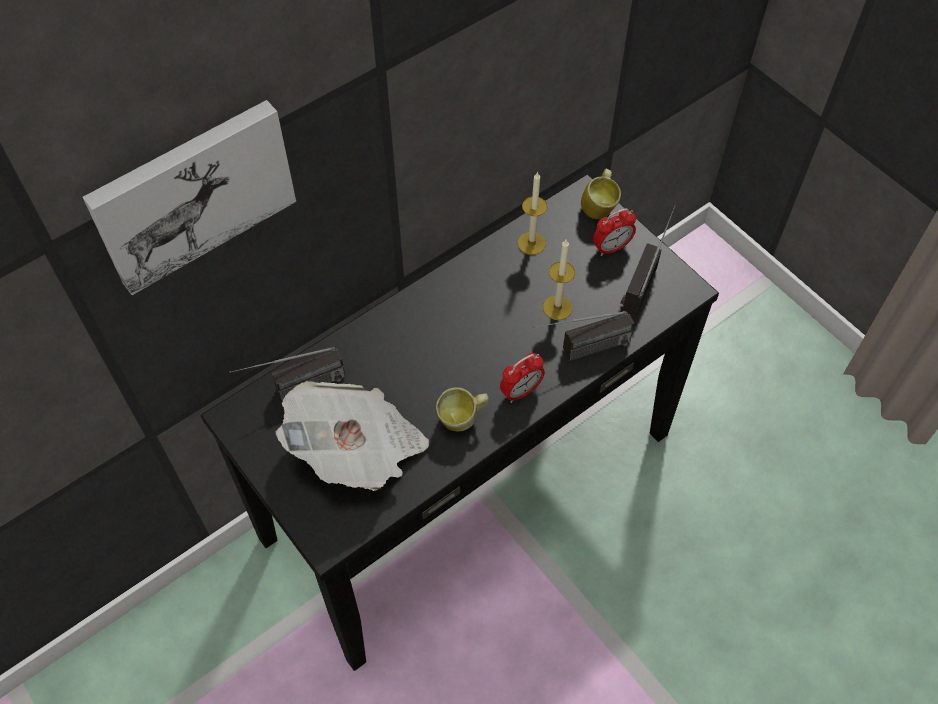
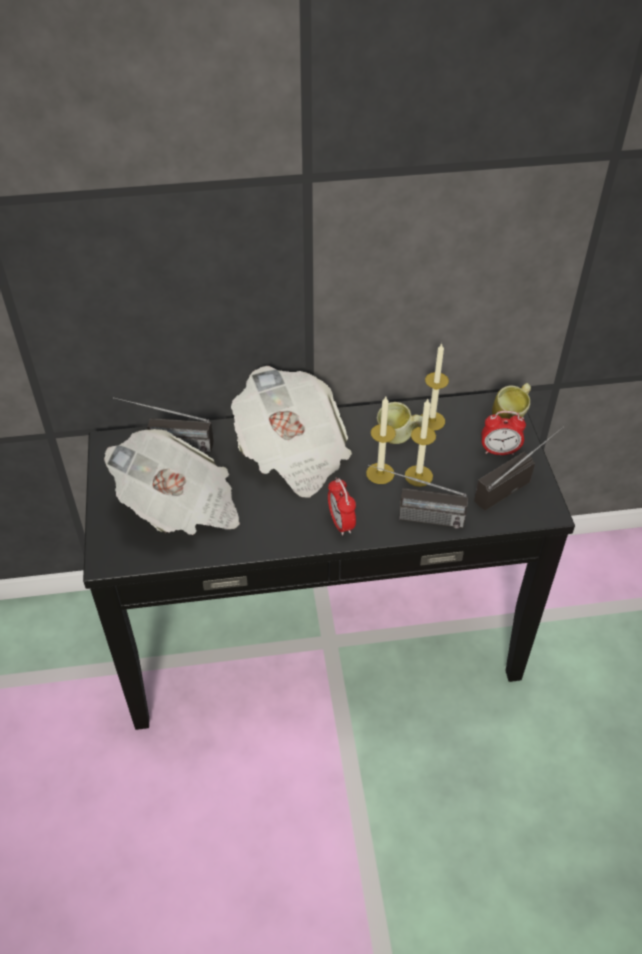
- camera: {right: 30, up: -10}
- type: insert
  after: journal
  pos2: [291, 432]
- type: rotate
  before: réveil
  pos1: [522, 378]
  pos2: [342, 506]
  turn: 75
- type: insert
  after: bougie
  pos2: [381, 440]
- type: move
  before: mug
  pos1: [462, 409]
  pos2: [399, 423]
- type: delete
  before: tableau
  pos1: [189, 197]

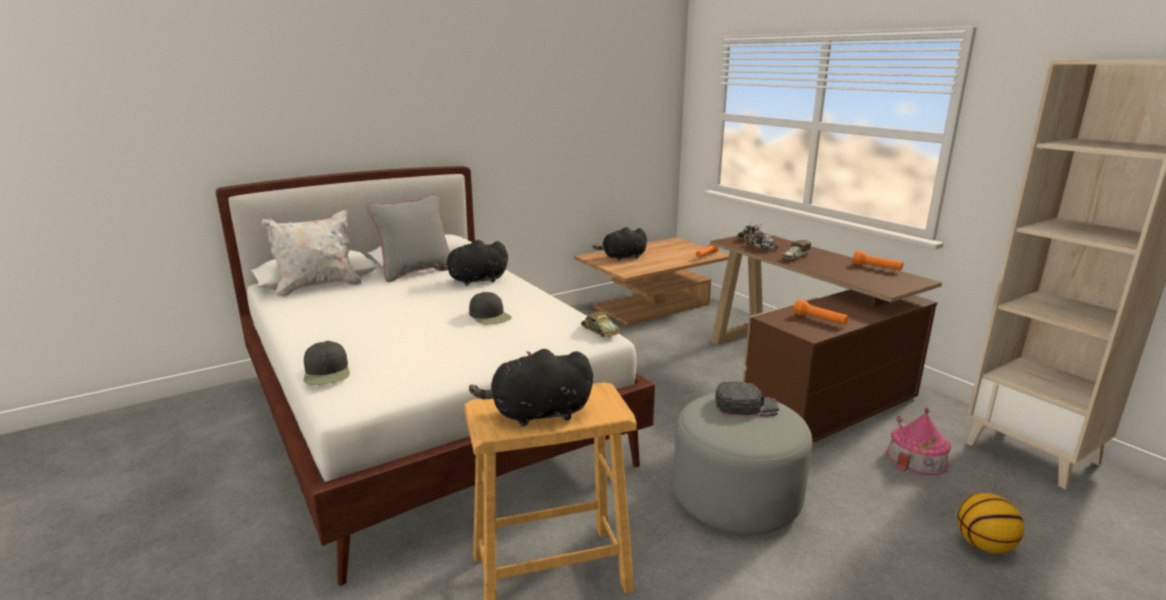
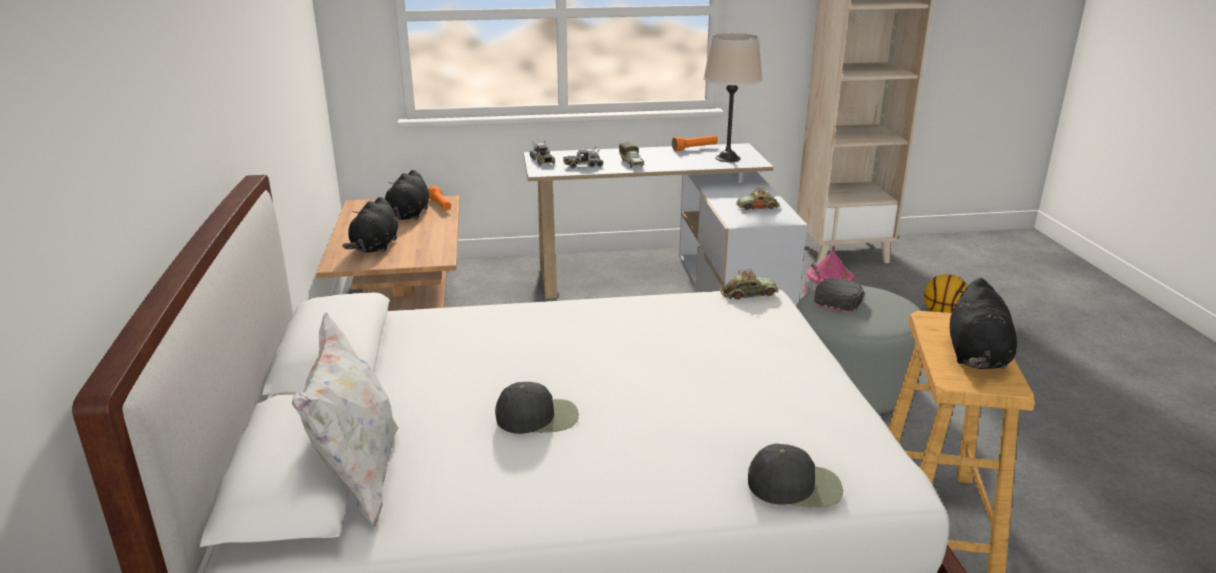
- camera: {right: -65, up: 5}
- type: move
  before: peluche (noir)
  pos1: [470, 263]
  pos2: [407, 195]
- type: move
  before: casquette (noir)
  pos1: [490, 308]
  pos2: [537, 408]
- type: recolor
  before: bureau (marron)
  after: bureau (blanc)
  pos1: [826, 337]
  pos2: [665, 224]
- type: insert
  after: lampe de table (beige)
  pos2: [732, 97]
- type: replace
  before: lampe de poche (orange)
  after: petite voiture
  pos1: [821, 312]
  pos2: [758, 199]
- type: delete
  before: coussin (gris)
  pos1: [408, 237]

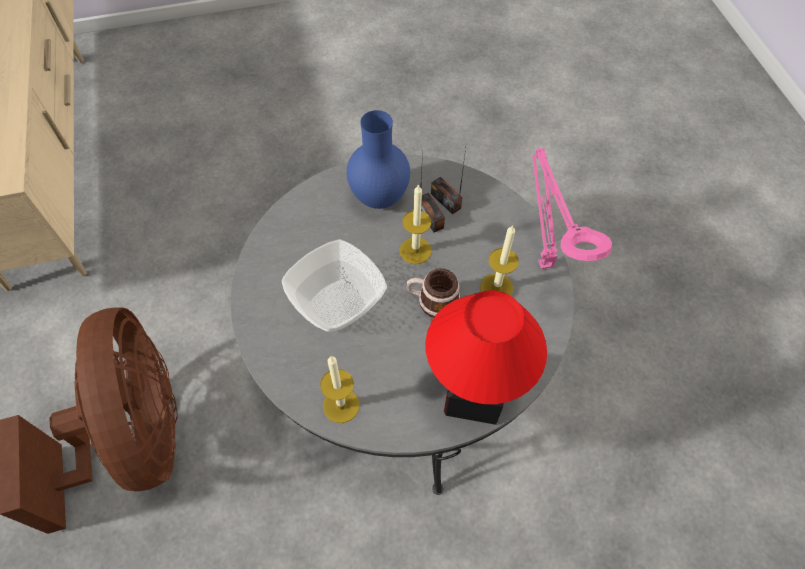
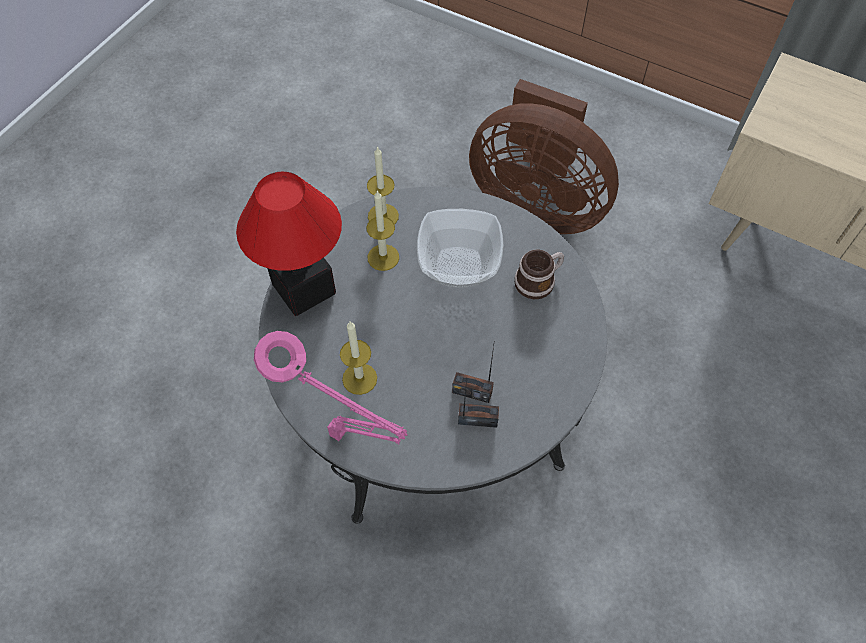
- camera: {right: 135, up: 0}
- type: move
  before: bougie
  pos1: [416, 224]
  pos2: [382, 230]
- type: move
  before: mug
  pos1: [433, 293]
  pos2: [539, 274]
- type: delete
  before: vase (bleu)
  pos1: [378, 159]

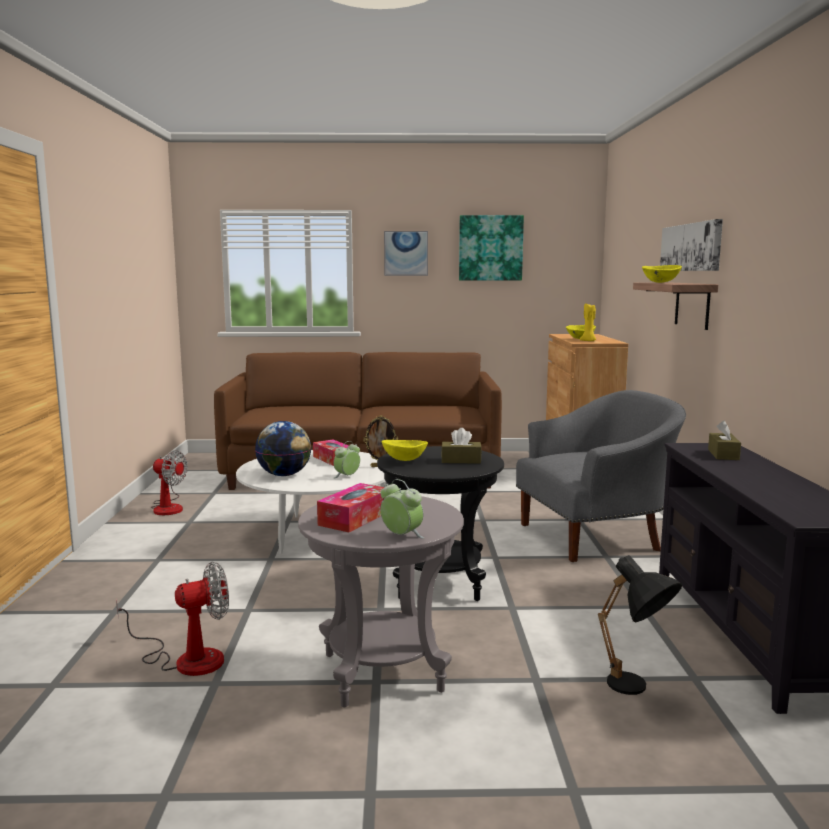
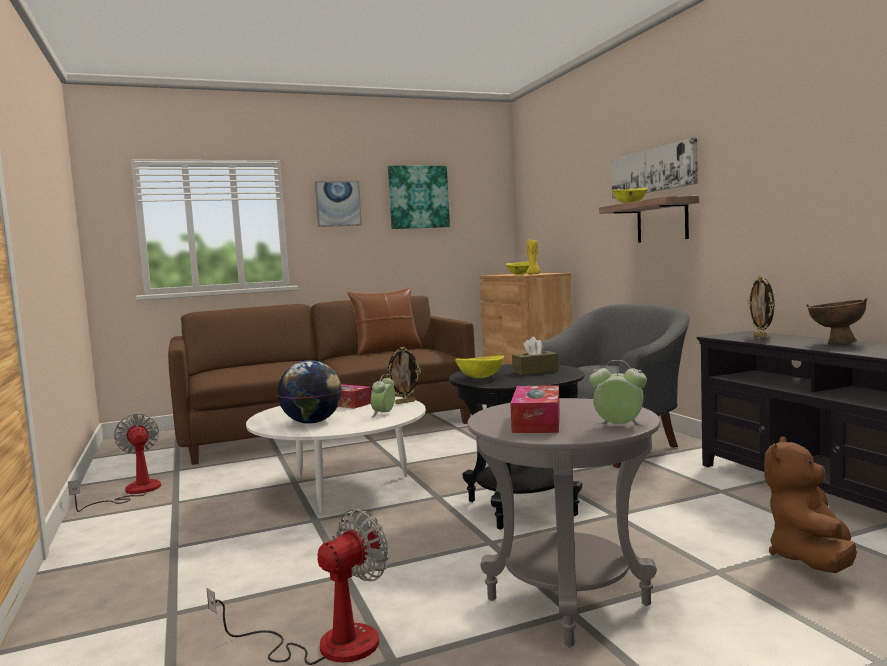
- camera: {right: -20, up: -5}
- type: rotate
  before: ventilateur
  pos1: [169, 482]
  pos2: [114, 463]
  turn: -120
- type: insert
  after: coussin (marron)
  pos2: [384, 321]
- type: replace
  before: boîte à mouchoirs (marron)
  after: cadre photo
  pos1: [724, 440]
  pos2: [761, 307]
- type: replace
  before: lampe de table (noir)
  after: peluche (marron)
  pos1: [640, 625]
  pos2: [810, 505]
- type: insert
  after: bol (marron)
  pos2: [836, 321]

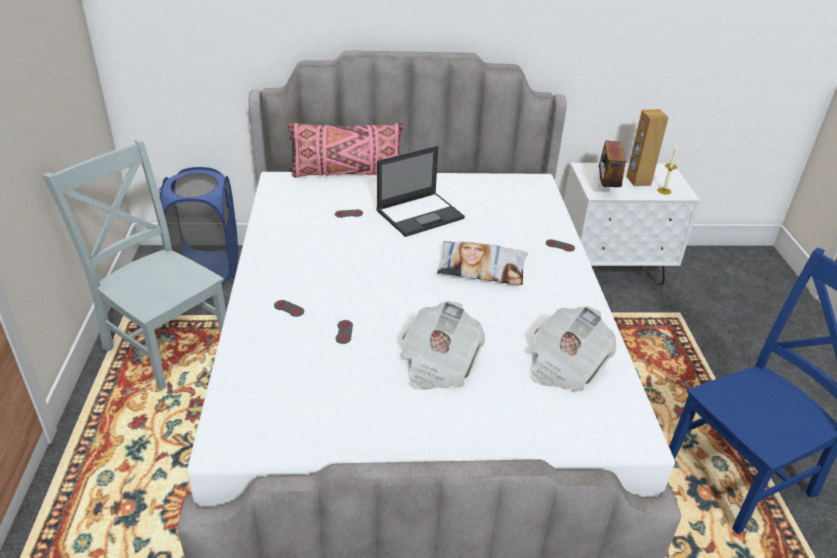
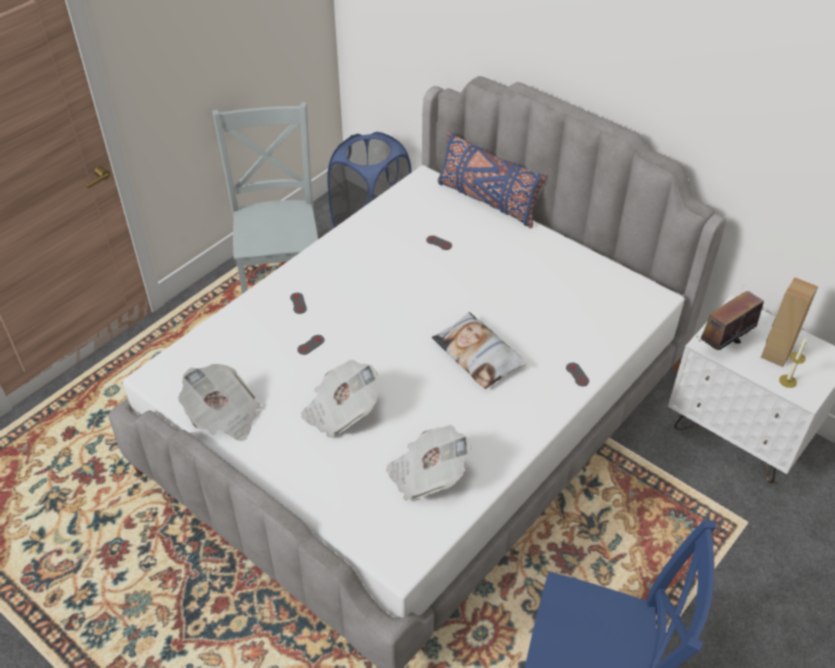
- camera: {right: 45, up: 10}
- type: insert
  after: journal
  pos2: [219, 402]
- type: recolor
  before: coussin (rose)
  after: coussin (bleu)
  pos1: [345, 150]
  pos2: [493, 180]
- type: delete
  before: ordinateur portable
  pos1: [420, 191]

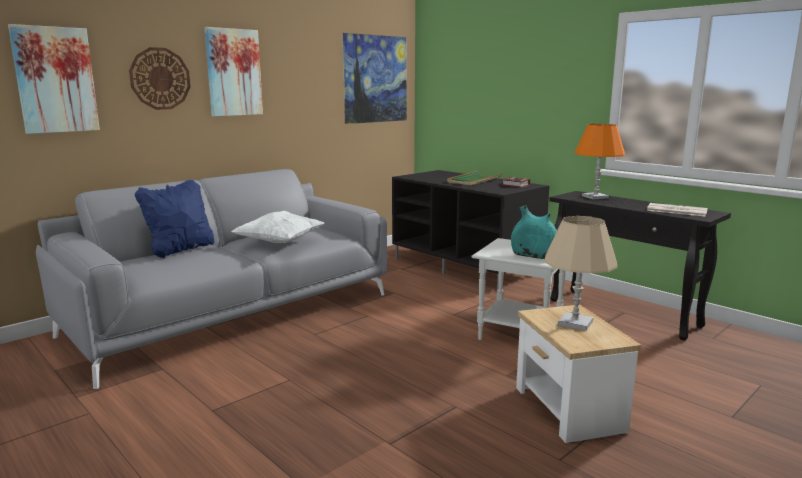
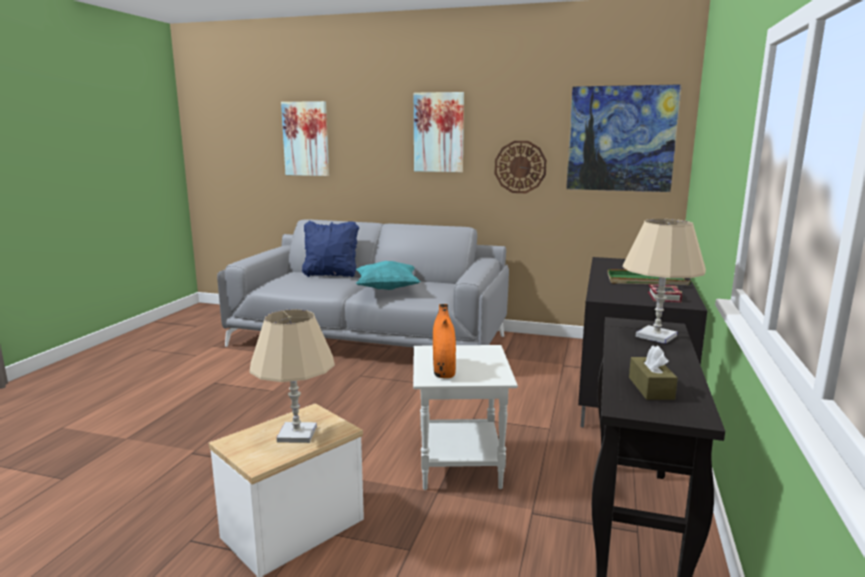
- camera: {right: 60, up: 0}
- type: recolor
  before: coussin (blanc)
  after: coussin (turquoise)
  pos1: [277, 227]
  pos2: [388, 275]
- type: recolor
  before: vase (turquoise)
  after: vase (orange)
  pos1: [534, 232]
  pos2: [444, 341]
- type: move
  before: horloge murale
  pos1: [160, 78]
  pos2: [521, 167]
- type: recolor
  before: lampe de table (orange)
  after: lampe de table (beige)
  pos1: [600, 161]
  pos2: [664, 281]
- type: replace
  before: journal
  after: boîte à mouchoirs (marron)
  pos1: [677, 209]
  pos2: [653, 372]

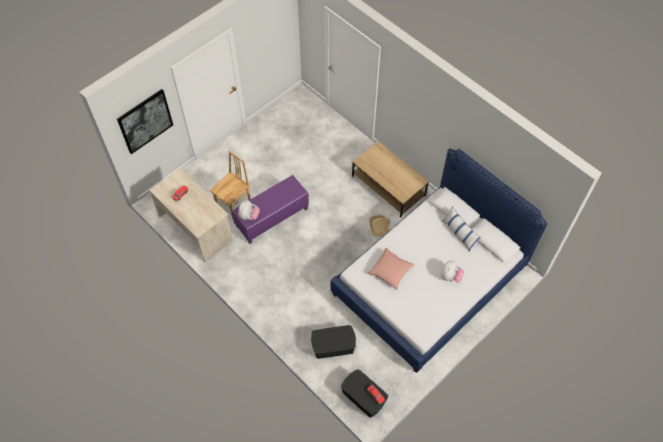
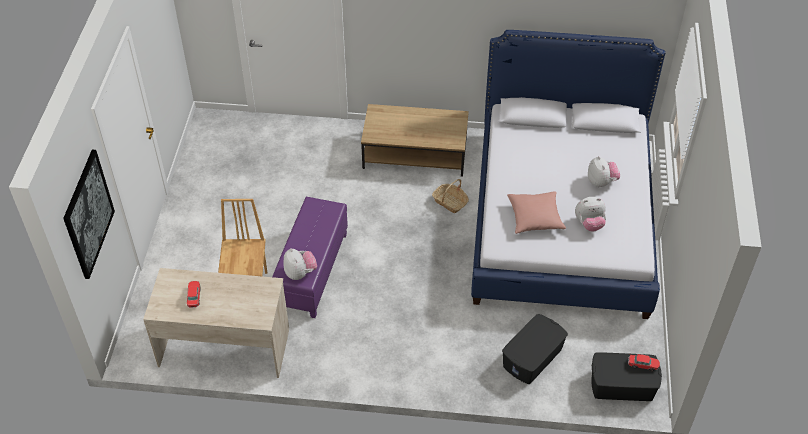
- camera: {right: -40, up: -10}
- type: insert
  after: peluche
  pos2: [590, 214]
- type: delete
  before: coussin
  pos1: [461, 229]

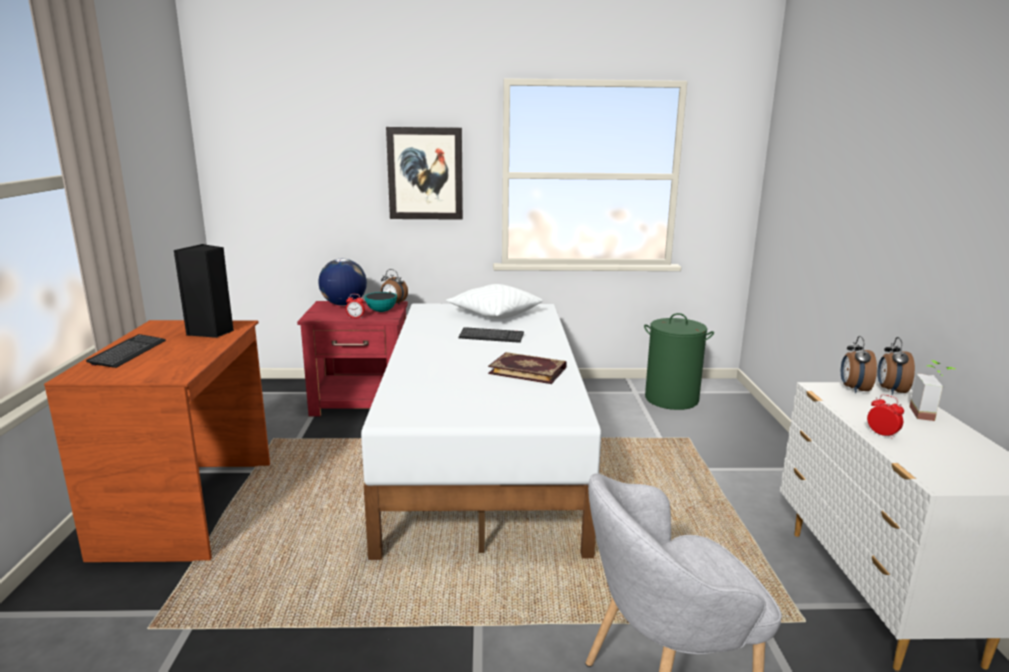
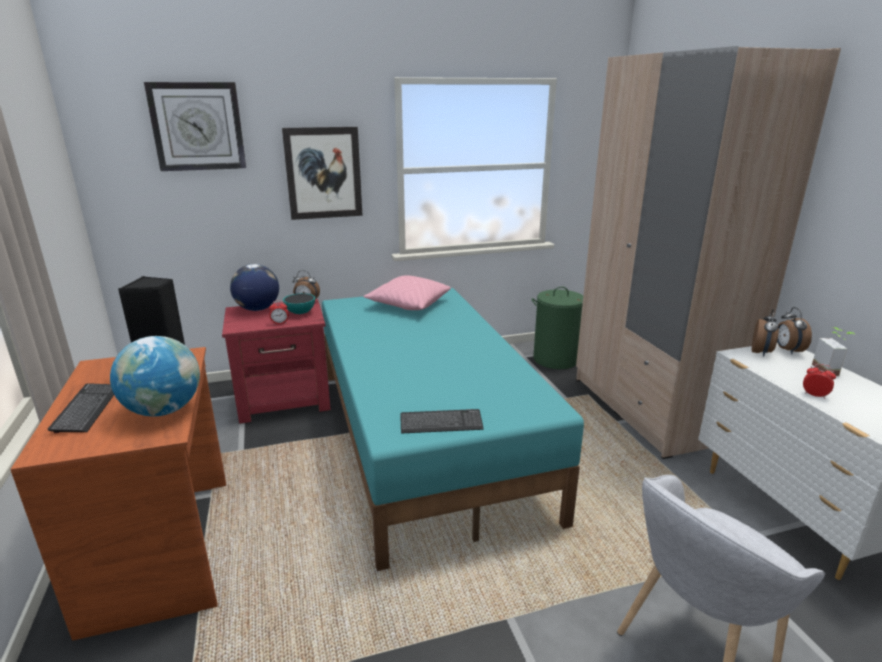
- camera: {right: -15, up: 5}
- type: insert
  after: globe
  pos2: [155, 376]
- type: insert
  after: horloge murale
  pos2: [195, 126]
- type: recolor
  before: lit (blanc)
  after: lit (turquoise)
  pos1: [481, 432]
  pos2: [453, 429]
- type: recolor
  before: coussin (blanc)
  after: coussin (rose)
  pos1: [494, 301]
  pos2: [407, 292]
- type: move
  before: clavier
  pos1: [491, 335]
  pos2: [442, 421]
- type: insert
  after: armoire (beige)
  pos2: [708, 252]
- type: rotate
  before: réveil
  pos1: [859, 364]
  pos2: [765, 333]
  turn: -150
- type: delete
  before: livre
  pos1: [527, 368]

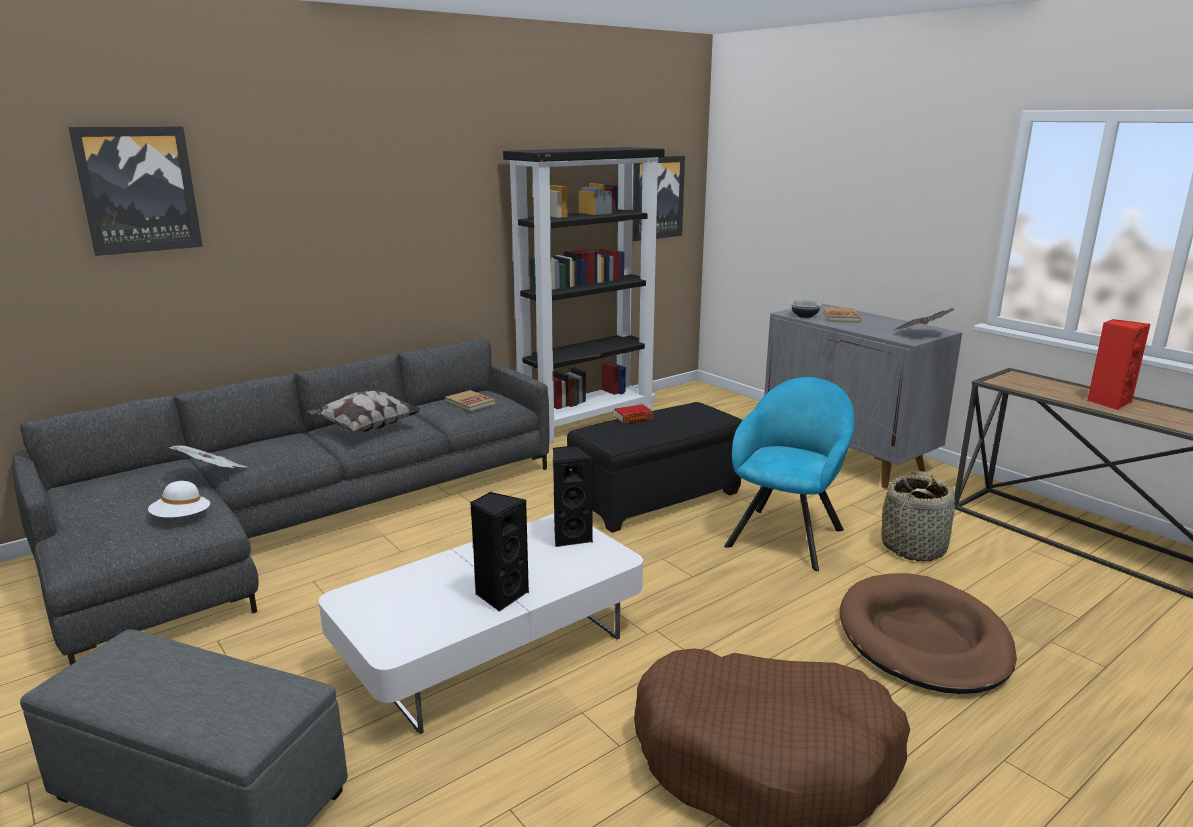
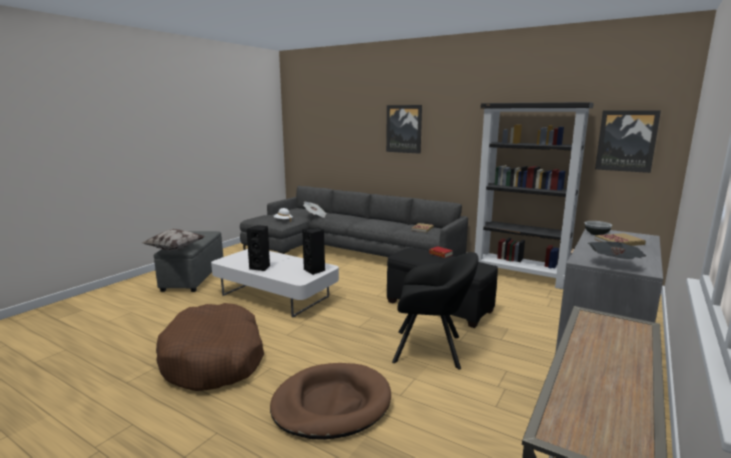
- camera: {right: 70, up: -5}
- type: move
  before: coussin
  pos1: [364, 411]
  pos2: [173, 240]
- type: move
  before: tableau
  pos1: [136, 191]
  pos2: [404, 129]
- type: recolor
  before: fauteuil (turquoise)
  after: fauteuil (noir)
  pos1: [789, 474]
  pos2: [435, 311]
- type: delete
  before: panier
  pos1: [918, 516]
- type: delete
  before: enceinte (rouge)
  pos1: [1118, 364]

